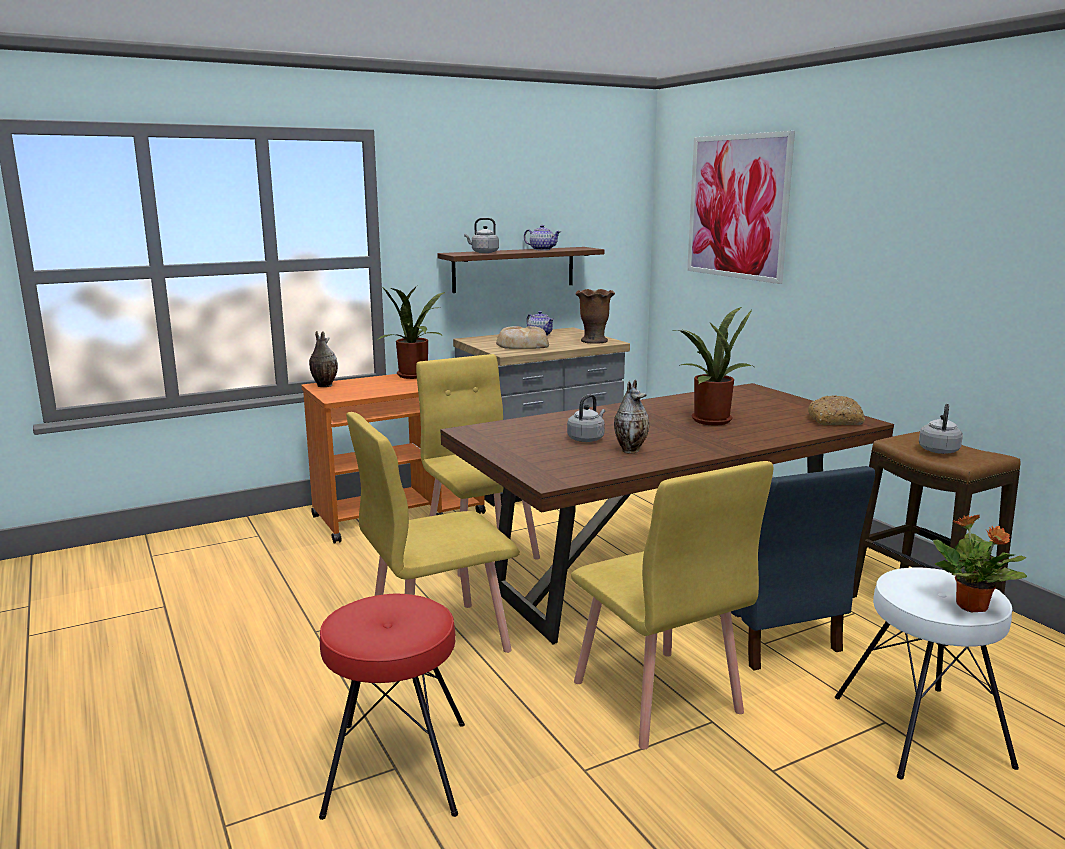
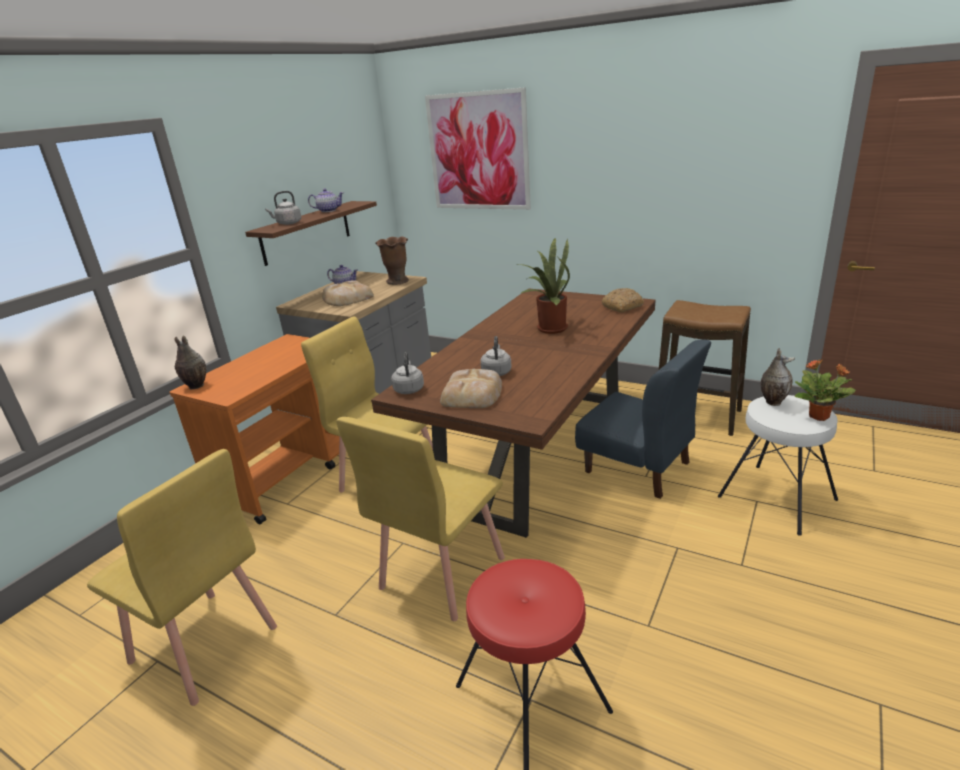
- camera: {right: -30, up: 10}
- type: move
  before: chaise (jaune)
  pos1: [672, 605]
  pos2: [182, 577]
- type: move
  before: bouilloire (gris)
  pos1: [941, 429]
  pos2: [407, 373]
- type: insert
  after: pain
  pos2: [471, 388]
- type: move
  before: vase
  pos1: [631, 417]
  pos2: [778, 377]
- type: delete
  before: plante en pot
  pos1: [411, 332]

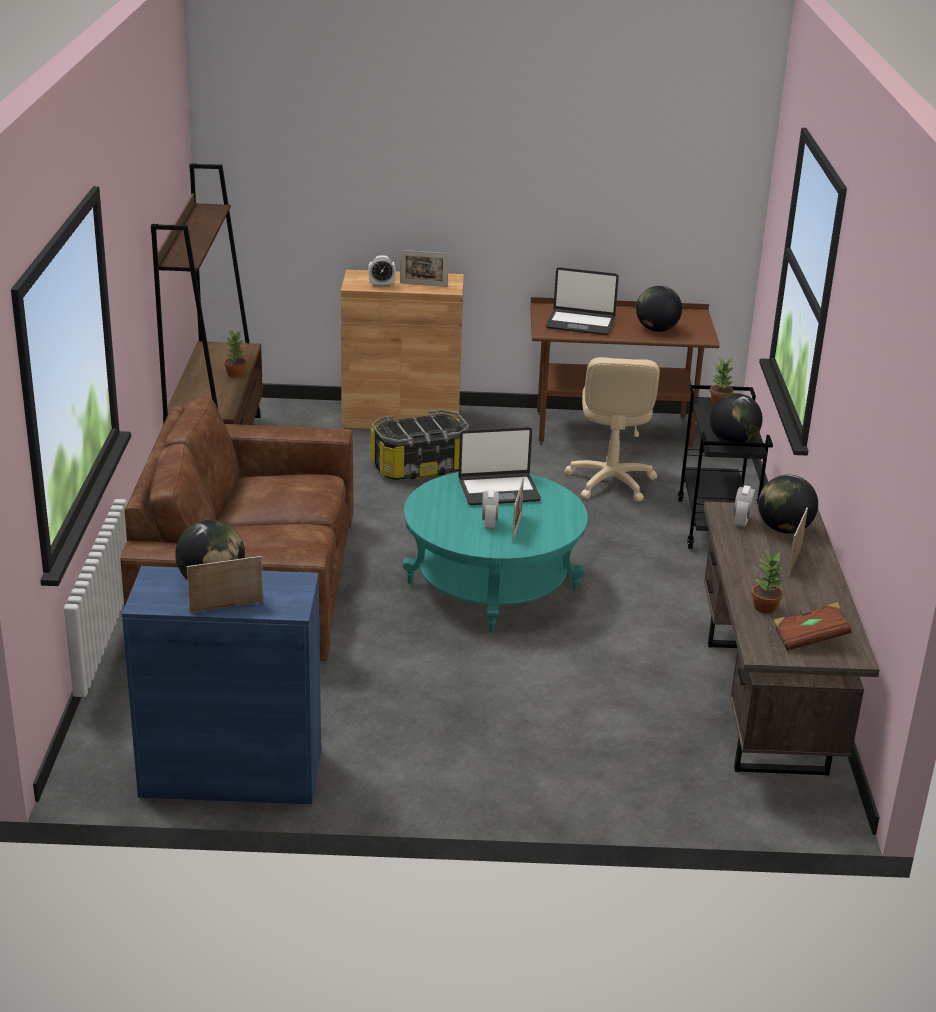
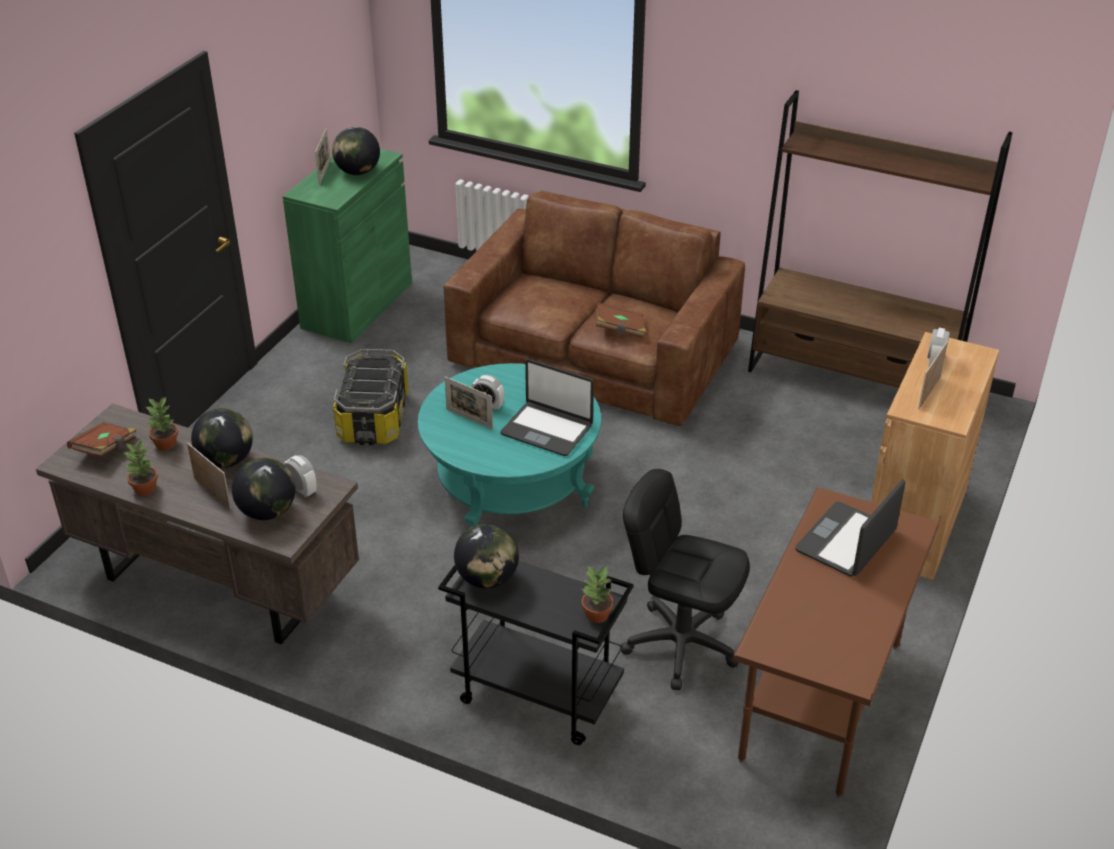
- camera: {right: 115, up: 10}
- type: move
  before: plante en pot
  pos1: [235, 353]
  pos2: [141, 468]
- type: move
  before: globe
  pos1: [659, 309]
  pos2: [222, 438]
- type: recolor
  before: meuble de rangement (bleu)
  after: meuble de rangement (vert)
  pos1: [221, 685]
  pos2: [347, 246]
- type: move
  before: boîte de rangement
  pos1: [420, 444]
  pos2: [370, 397]
- type: rotate
  before: ordinateur portable
  pos1: [499, 466]
  pos2: [547, 407]
  turn: -75
- type: insert
  after: livre (marron)
  pos2: [620, 320]
- type: recolor
  before: chaise de bureau (beige)
  after: chaise de bureau (noir)
  pos1: [612, 429]
  pos2: [685, 579]

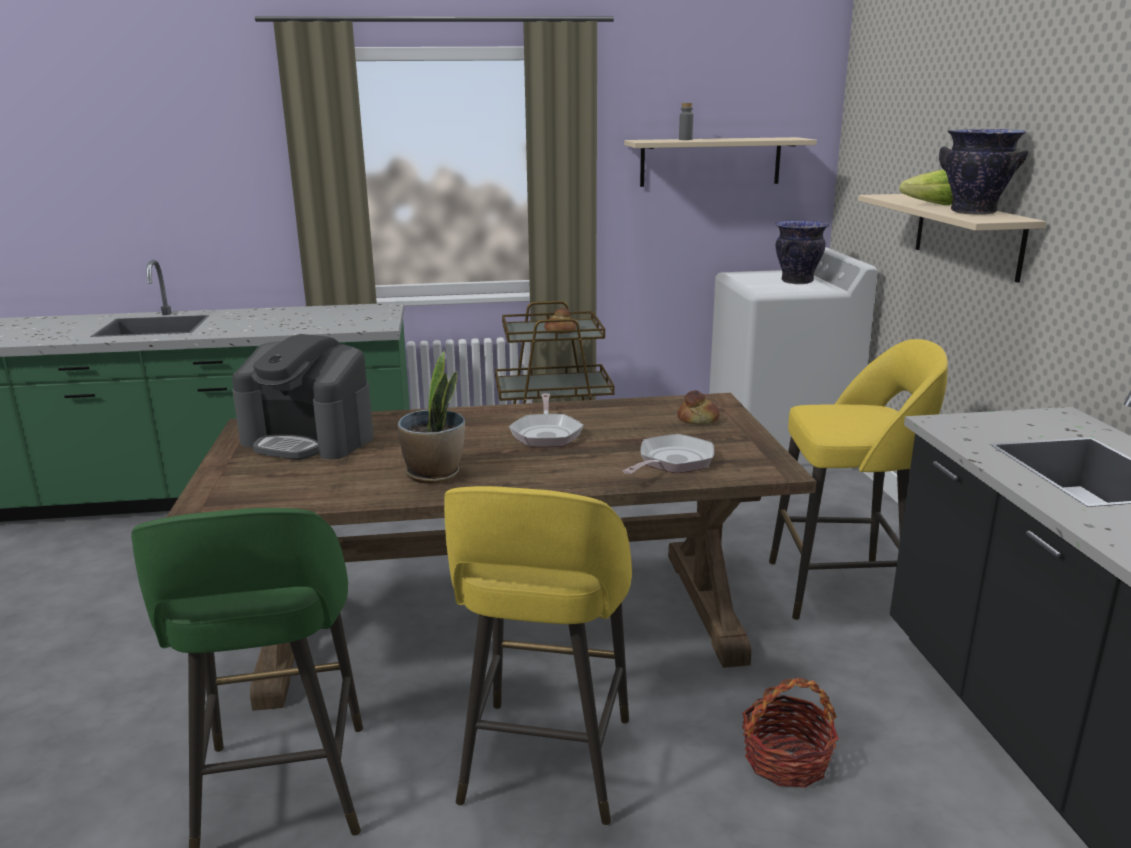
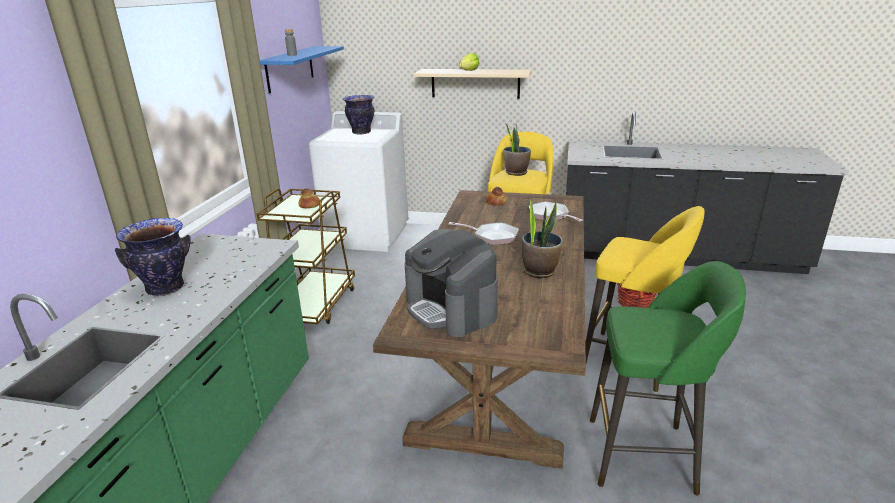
- camera: {right: -70, up: 5}
- type: move
  before: vase
  pos1: [983, 172]
  pos2: [153, 257]
- type: recolor
  before: étagère (beige)
  after: étagère (bleu)
  pos1: [720, 162]
  pos2: [302, 70]
- type: rotate
  before: machine à café
  pos1: [303, 397]
  pos2: [451, 283]
  turn: 105
- type: insert
  after: plante en pot
  pos2: [517, 150]

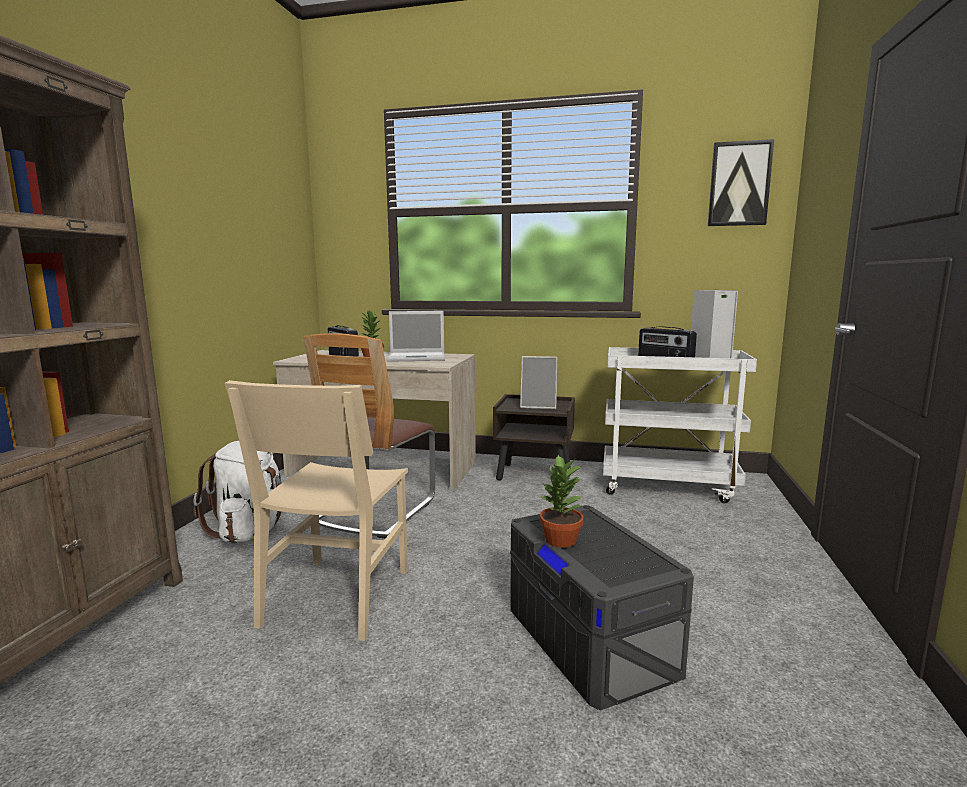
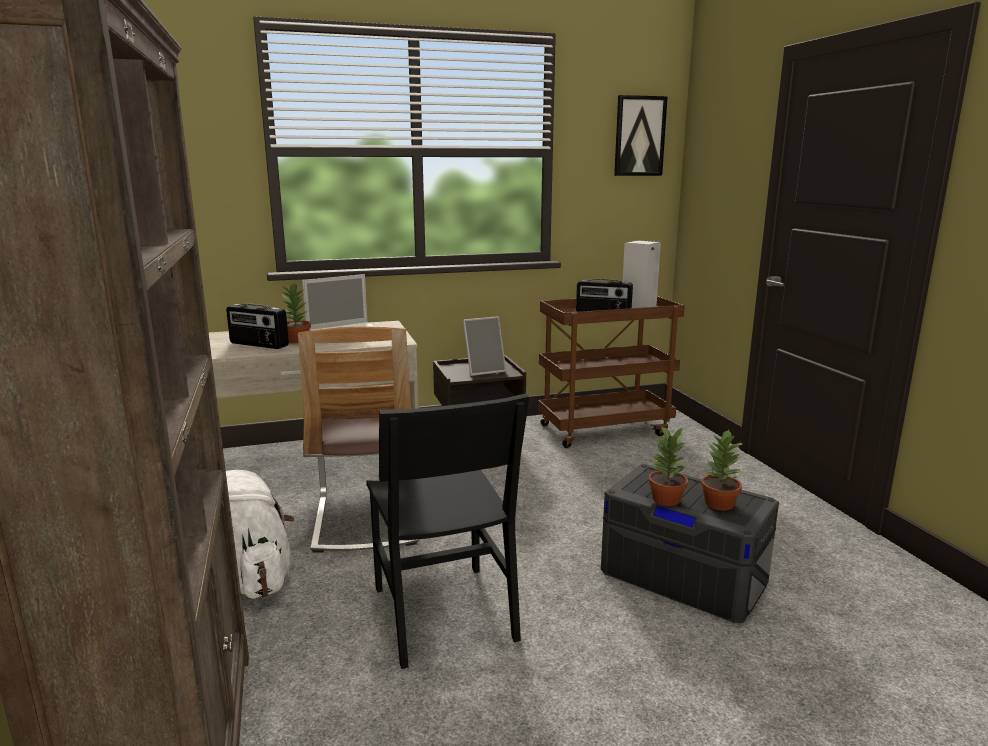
- camera: {right: -30, up: 5}
- type: recolor
  before: chaise (beige)
  after: chaise (noir)
  pos1: [316, 510]
  pos2: [447, 531]
- type: recolor
  before: chariot (blanc)
  after: chariot (marron)
  pos1: [680, 425]
  pos2: [611, 372]
- type: insert
  after: plante en pot
  pos2: [722, 470]

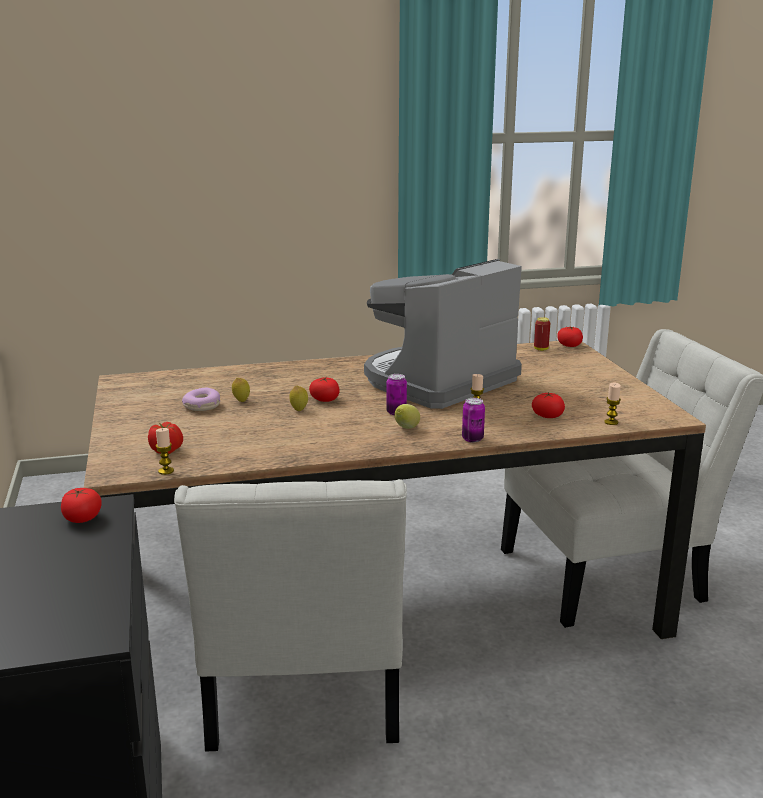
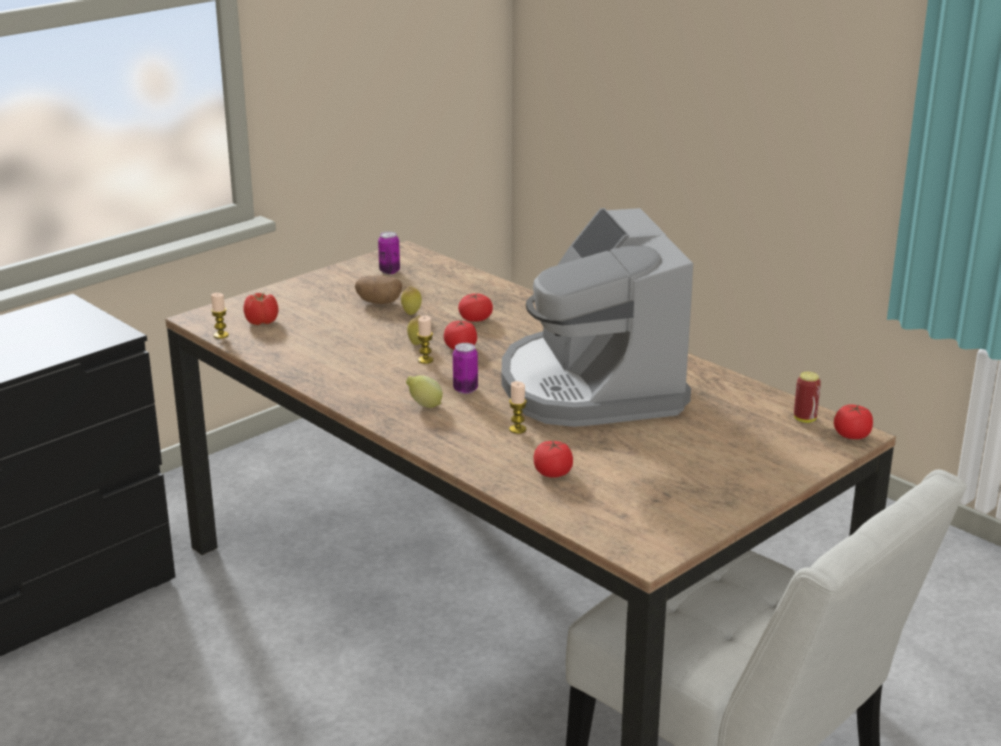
- camera: {right: 60, up: 5}
- type: replace
  before: beignet
  after: pomme de terre
  pos1: [201, 399]
  pos2: [378, 289]
- type: move
  before: boîte métallique
  pos1: [473, 420]
  pos2: [389, 252]
- type: move
  before: bougie
  pos1: [612, 404]
  pos2: [425, 340]
- type: move
  before: tomate
  pos1: [81, 505]
  pos2: [475, 307]
- type: rotate
  before: machine à café
  pos1: [443, 334]
  pos2: [597, 317]
  turn: -120
- type: delete
  before: chaise (blanc)
  pos1: [290, 615]

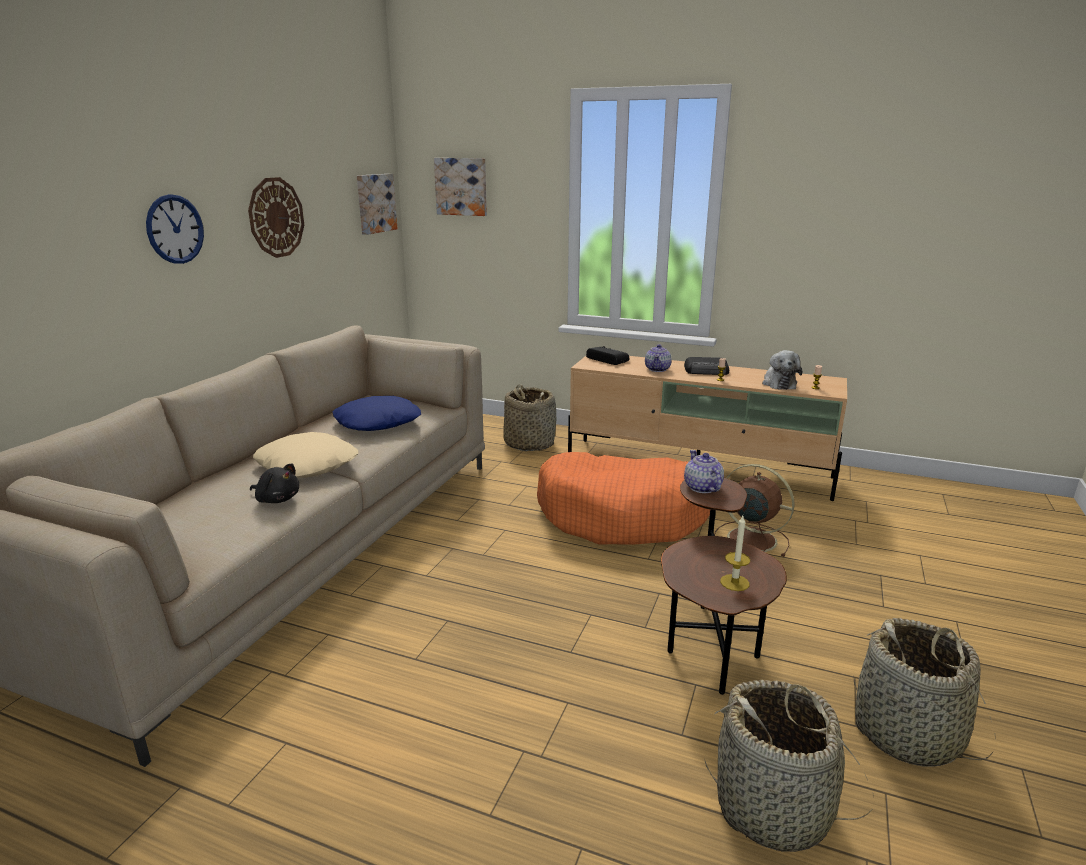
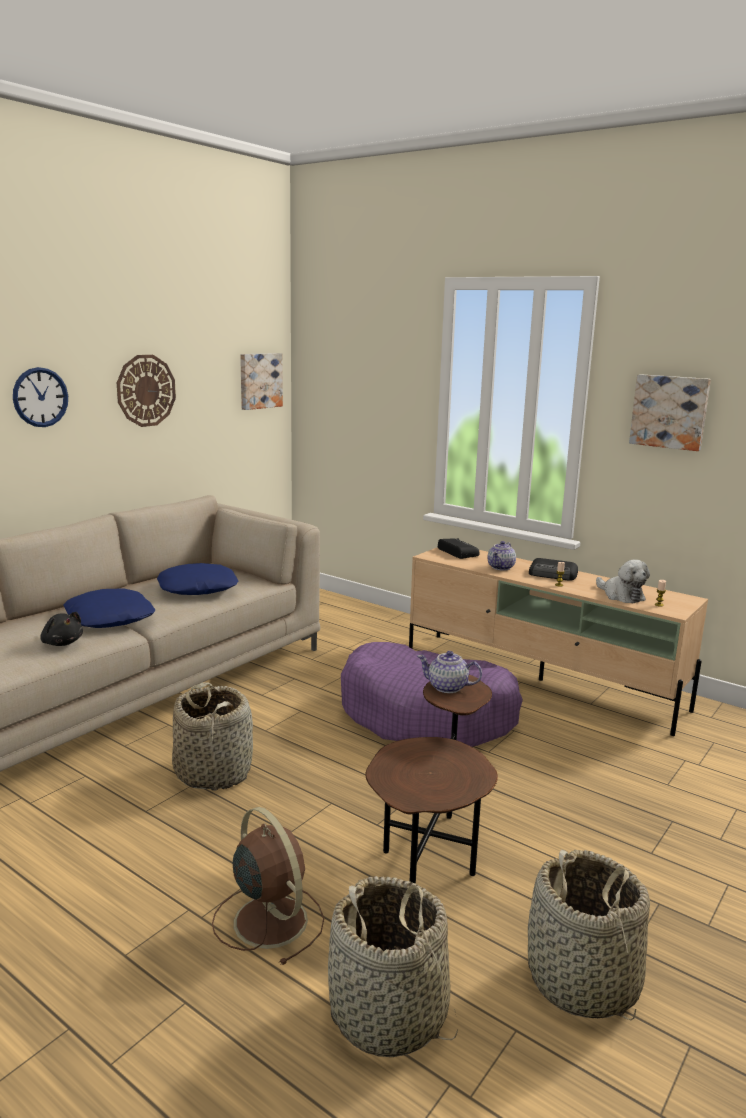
- camera: {right: 15, up: -5}
- type: recolor
  before: coussin (beige)
  after: coussin (bleu)
  pos1: [305, 455]
  pos2: [109, 608]
- type: move
  before: panier
  pos1: [529, 417]
  pos2: [212, 736]
- type: move
  before: ventilateur (marron)
  pos1: [754, 510]
  pos2: [268, 886]
- type: recolor
  before: panier pour chien (orange)
  after: panier pour chien (violet)
  pos1: [623, 498]
  pos2: [432, 694]
- type: rotate
  before: théière
  pos1: [704, 471]
  pos2: [449, 672]
  turn: -75
- type: rotate
  before: peluche
  pos1: [782, 370]
  pos2: [623, 581]
  turn: -45
- type: move
  before: tableau
  pos1: [460, 187]
  pos2: [670, 412]
- type: delete
  before: bougie
  pos1: [735, 553]

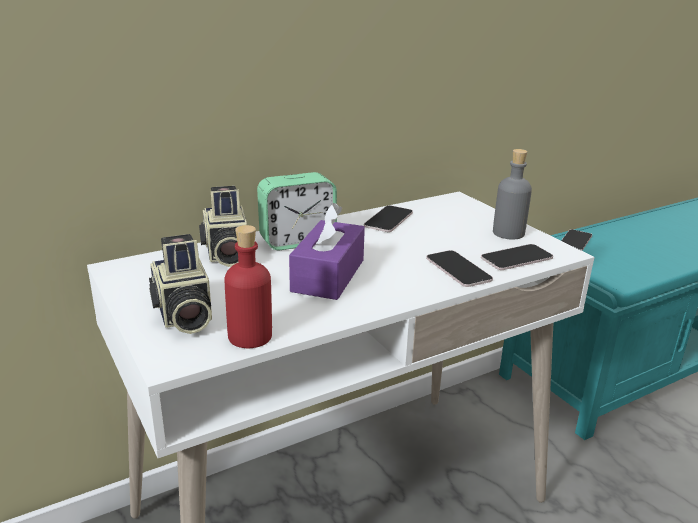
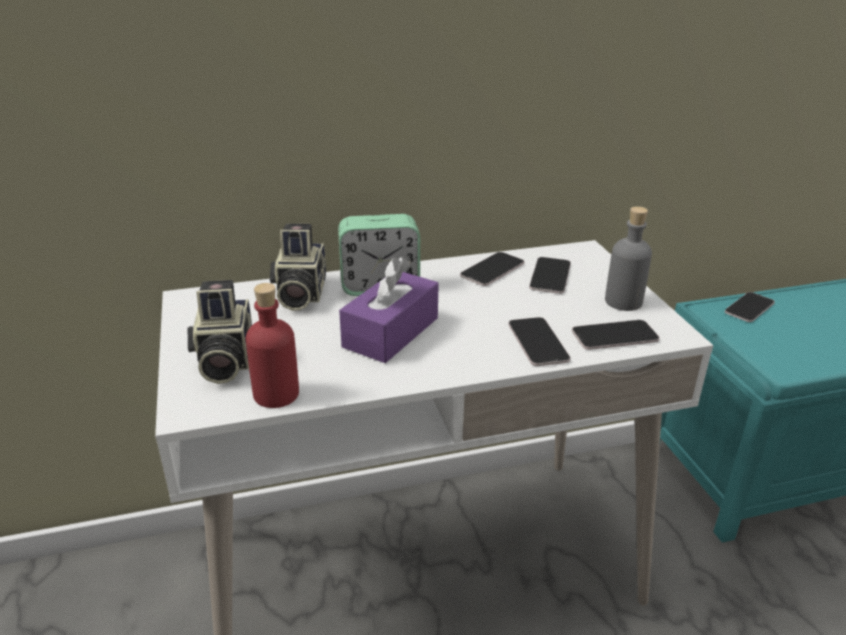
- camera: {right: 15, up: 5}
- type: insert
  after: téléphone
  pos2: [550, 275]

